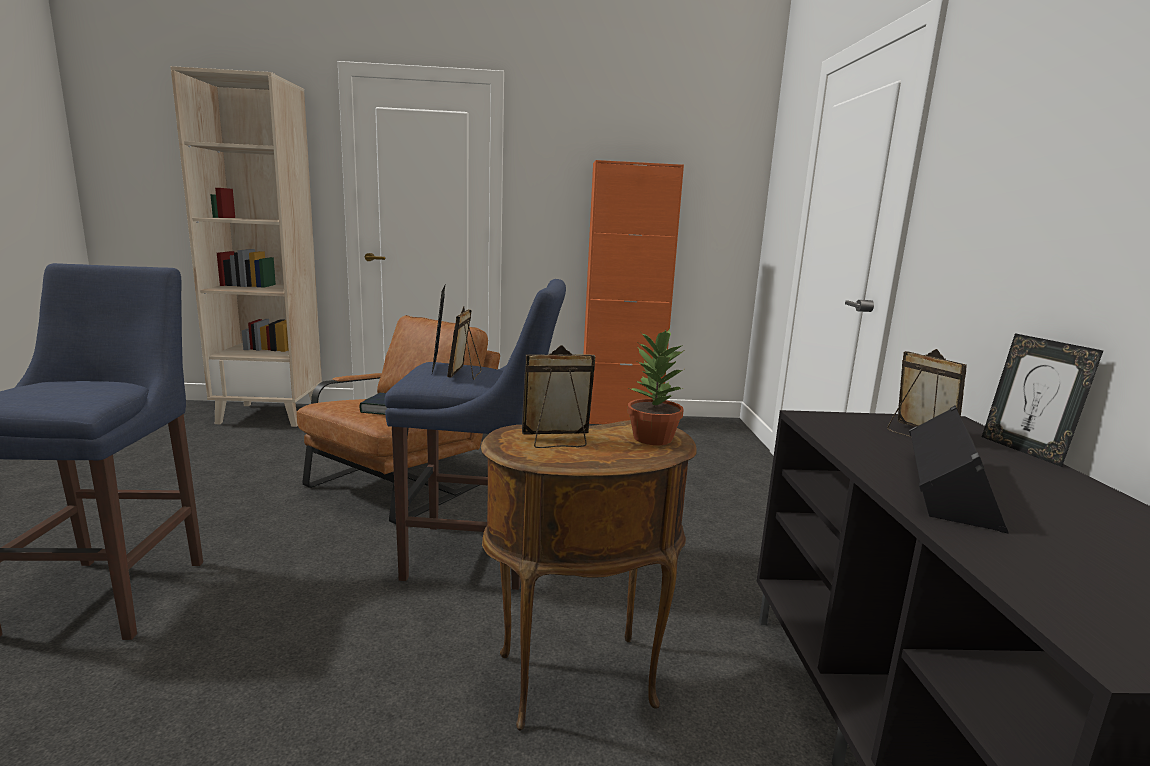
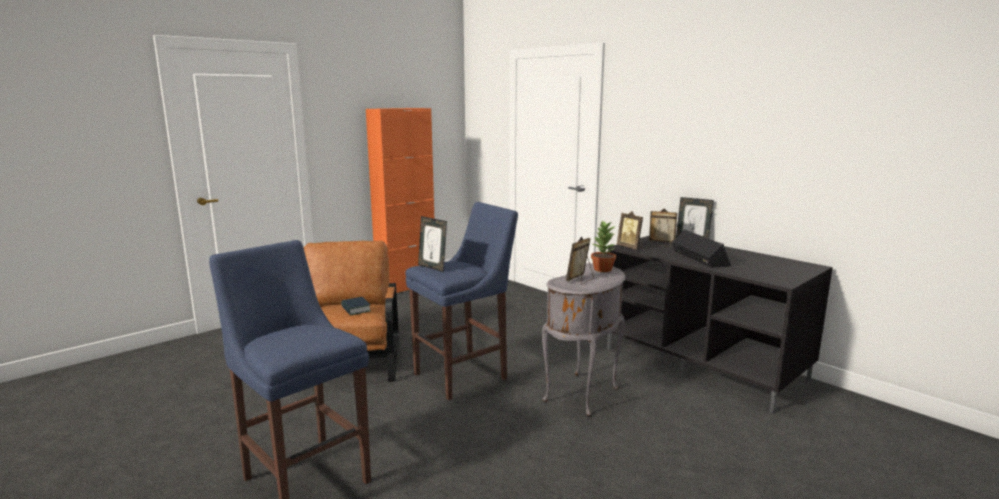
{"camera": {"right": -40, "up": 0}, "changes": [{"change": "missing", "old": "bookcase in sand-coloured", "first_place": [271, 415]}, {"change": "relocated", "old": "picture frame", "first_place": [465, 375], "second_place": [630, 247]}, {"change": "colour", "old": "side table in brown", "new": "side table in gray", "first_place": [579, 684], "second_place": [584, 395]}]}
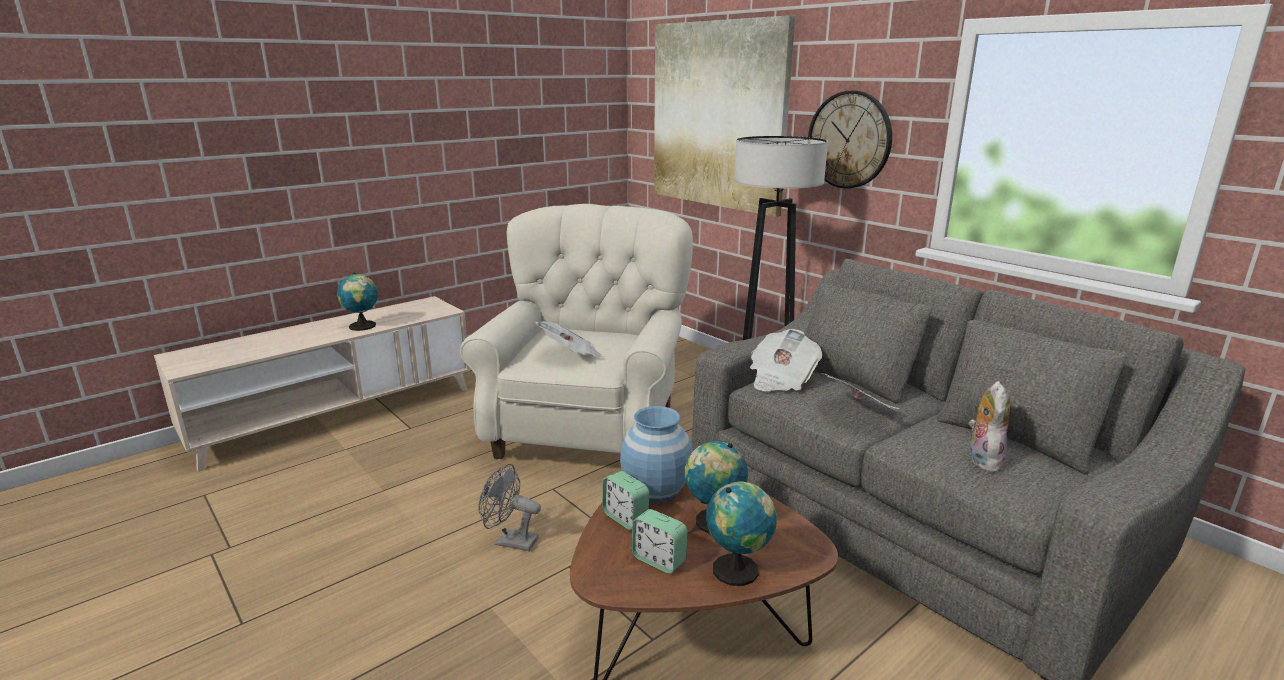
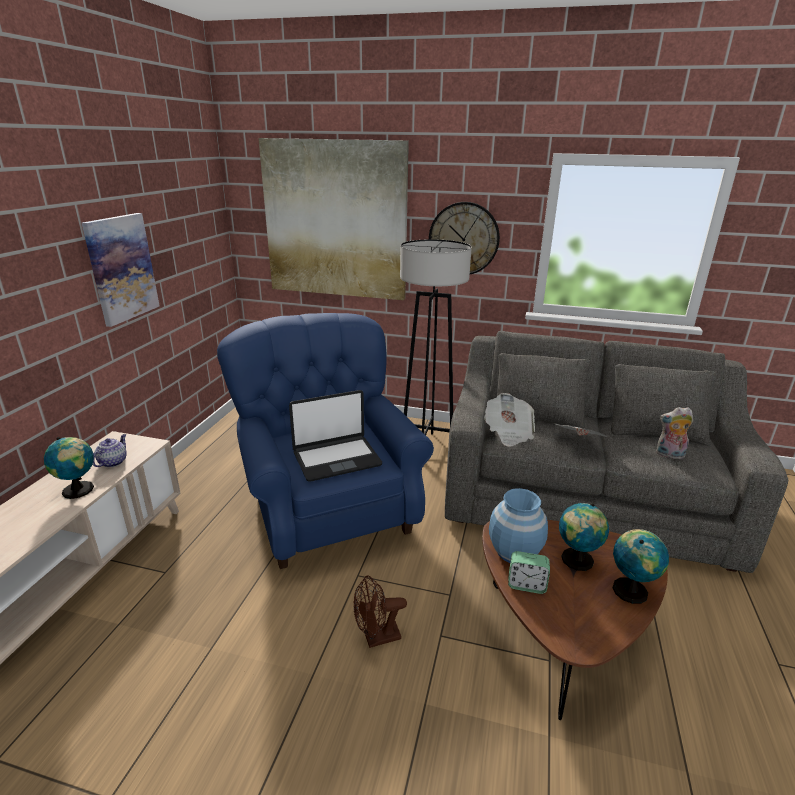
{"camera": {"right": -35, "up": 5}, "changes": [{"change": "missing", "old": "alarm clock", "first_place": [659, 560]}, {"change": "appeared", "new": "wall art", "second_place": [121, 268]}, {"change": "appeared", "new": "teapot", "second_place": [113, 462]}, {"change": "exchanged", "old": "printed paper", "new": "portable computer", "first_place": [571, 355], "second_place": [336, 458]}, {"change": "colour", "old": "lounge chair in sand-coloured", "new": "lounge chair in bluish", "first_place": [589, 428], "second_place": [327, 508]}, {"change": "colour", "old": "cooling fan in gray", "new": "cooling fan in brown", "first_place": [510, 541], "second_place": [376, 638]}, {"change": "spun", "old": "plush toy", "first_place": [982, 460], "second_place": [669, 455], "degrees": -60}]}
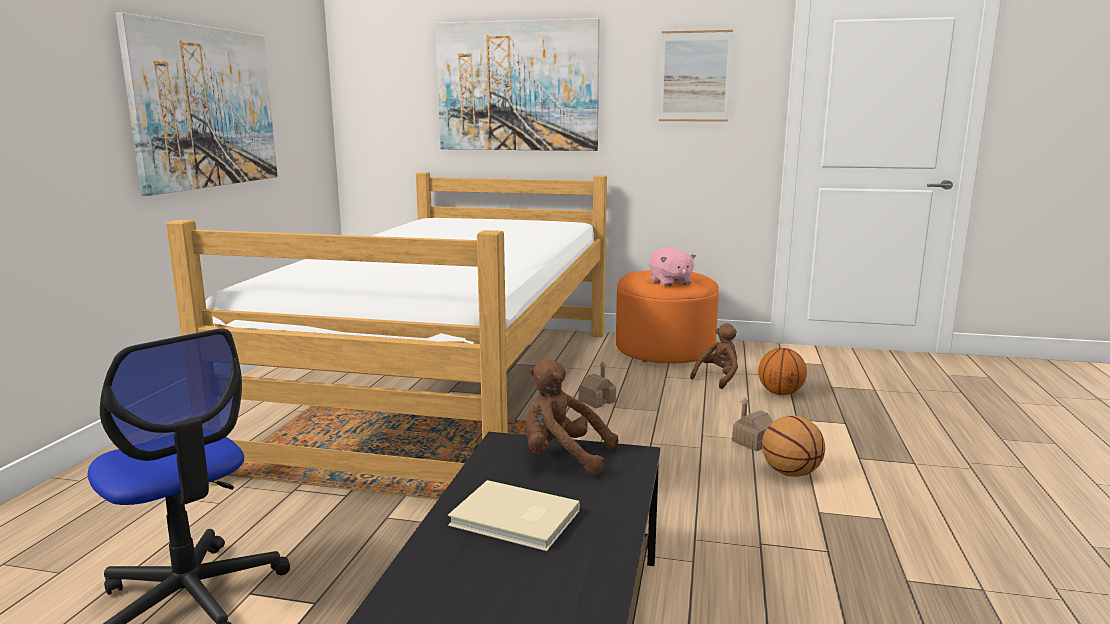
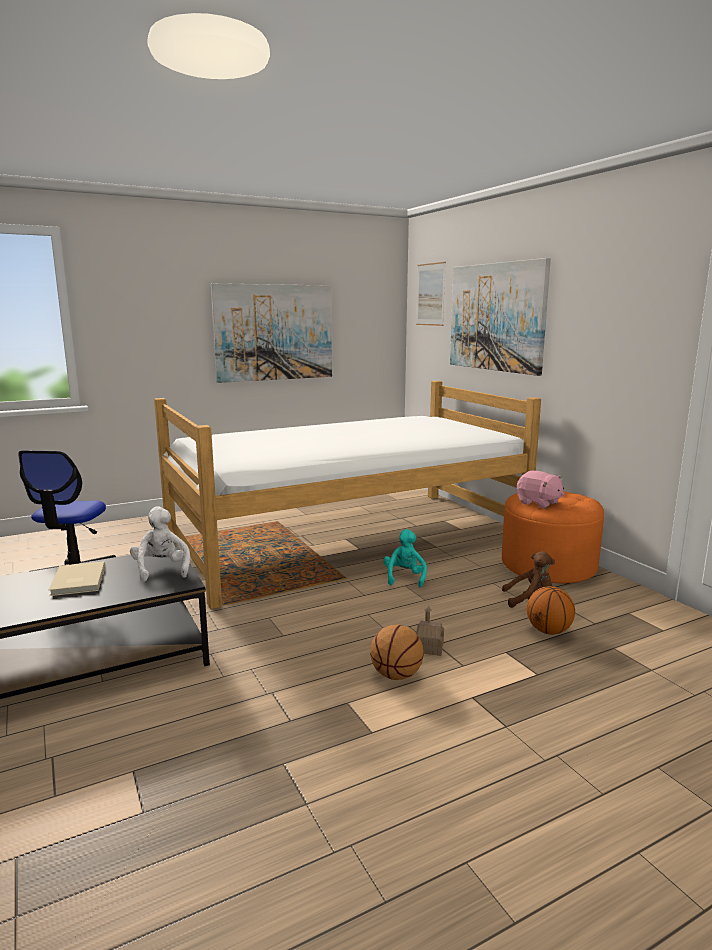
{"camera": {"right": 50, "up": 0}, "changes": [{"change": "relocated", "old": "wall art", "first_place": [694, 76], "second_place": [430, 294]}, {"change": "exchanged", "old": "model house", "new": "plush toy in blue-green", "first_place": [597, 401], "second_place": [404, 578]}, {"change": "colour", "old": "plush toy in brown", "new": "plush toy in white-coloured", "first_place": [563, 457], "second_place": [161, 569]}, {"change": "spun", "old": "plush toy in pink-coloured", "first_place": [670, 282], "second_place": [538, 503], "degrees": -75}]}
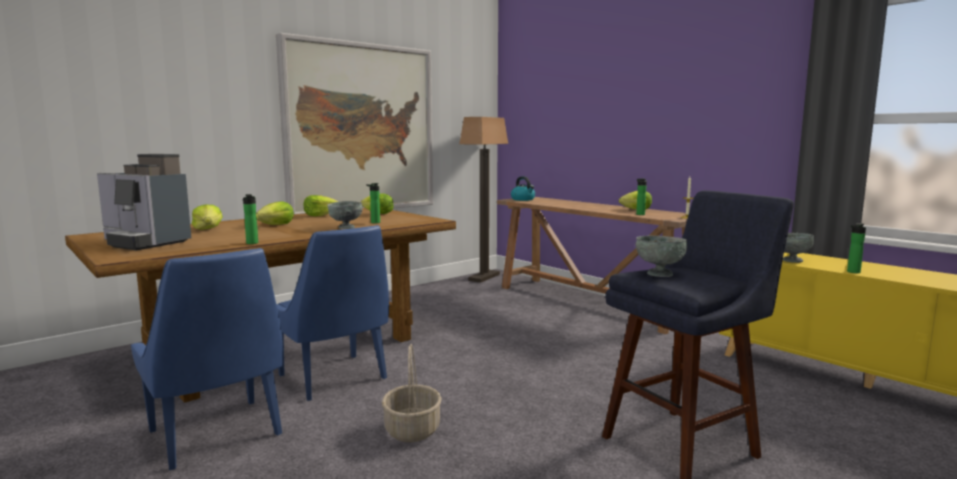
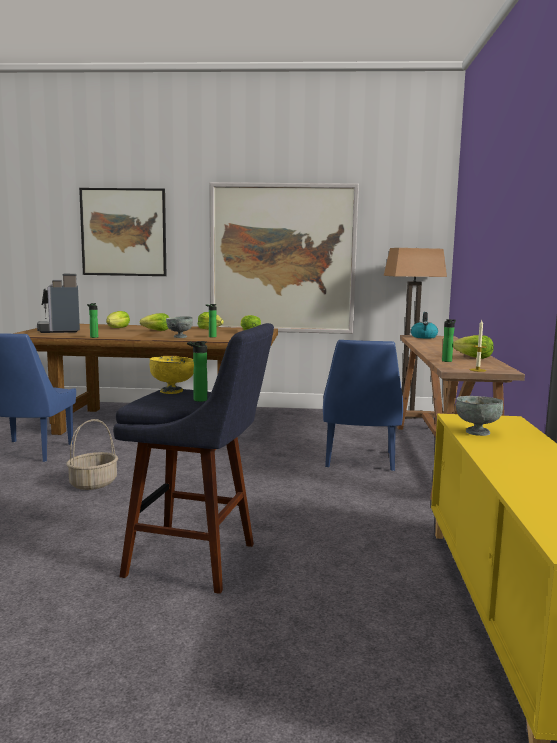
{"camera": {"right": 45, "up": 0}, "changes": [{"change": "appeared", "new": "wall art", "second_place": [124, 232]}, {"change": "relocated", "old": "upright chair in bluish", "first_place": [334, 378], "second_place": [359, 460]}, {"change": "relocated", "old": "bottle", "first_place": [852, 272], "second_place": [198, 400]}, {"change": "colour", "old": "deep dish in gray", "new": "deep dish in yellow-coloured", "first_place": [659, 274], "second_place": [172, 391]}]}
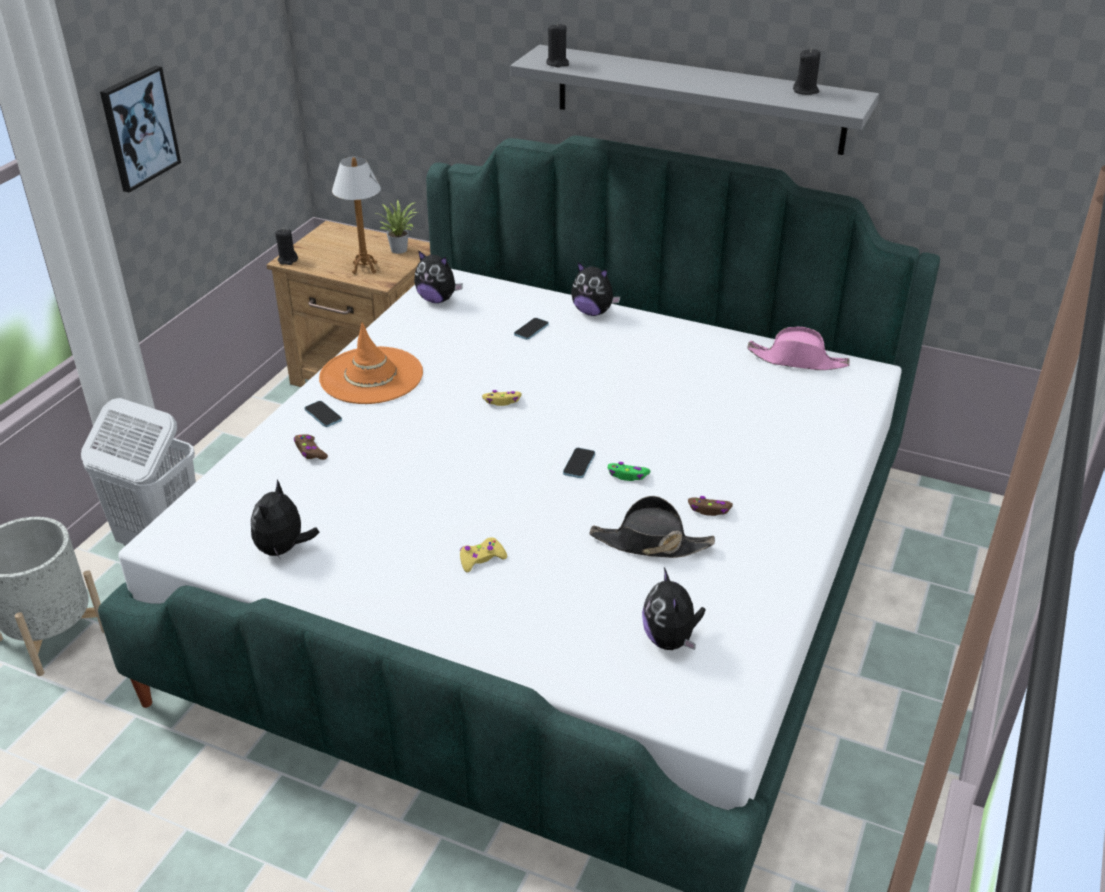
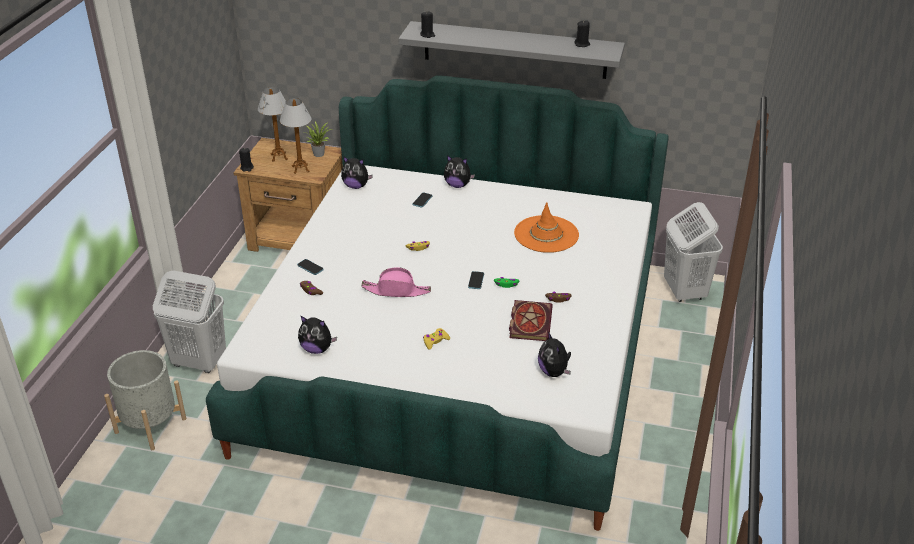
{"camera": {"right": -10, "up": 0}, "changes": [{"change": "missing", "old": "wall art", "first_place": [139, 128]}, {"change": "appeared", "new": "tabletop lamp", "second_place": [279, 157]}, {"change": "appeared", "new": "laundry basket in white-coloured", "second_place": [684, 291]}, {"change": "relocated", "old": "hat in orange", "first_place": [371, 376], "second_place": [546, 234]}, {"change": "relocated", "old": "hat in pink-coloured", "first_place": [797, 360], "second_place": [396, 291]}, {"change": "exchanged", "old": "hat in black", "new": "book", "first_place": [650, 543], "second_place": [529, 322]}, {"change": "spun", "old": "plush toy", "first_place": [283, 549], "second_place": [317, 349], "degrees": -75}]}
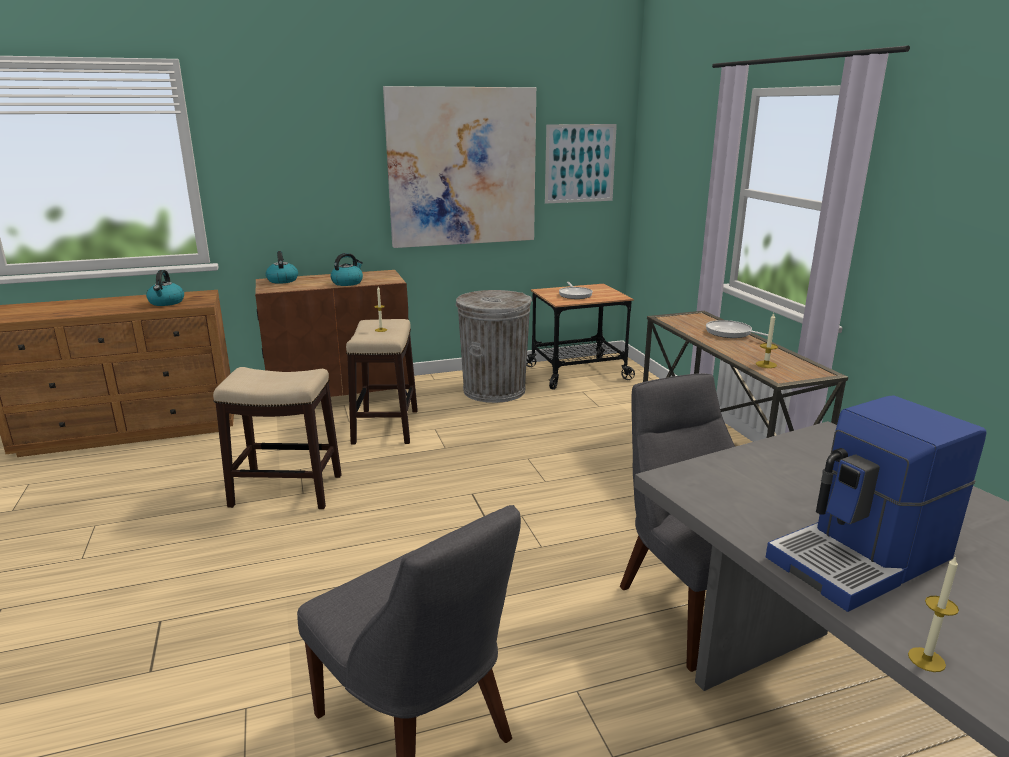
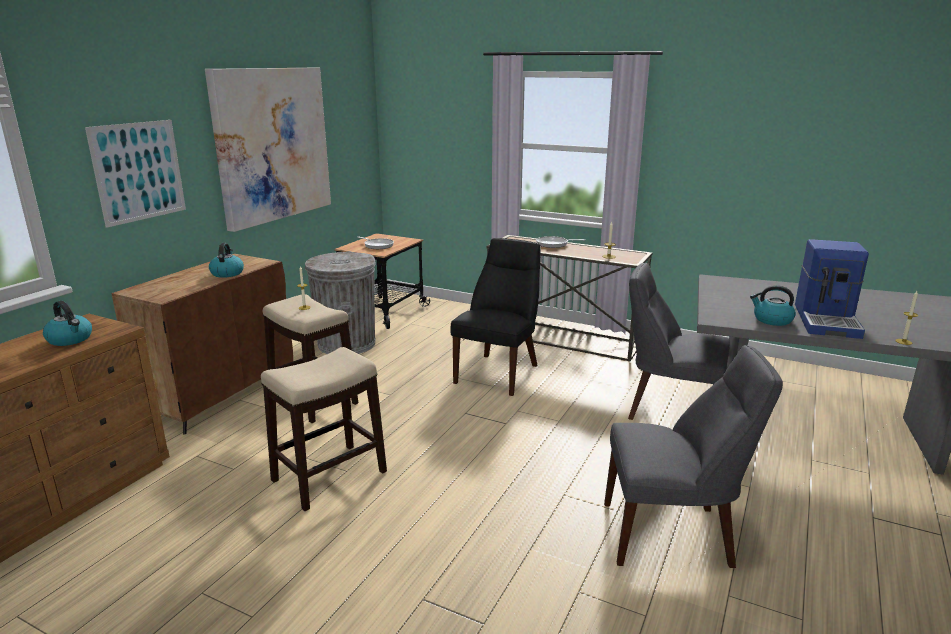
{"camera": {"right": -45, "up": 0}, "changes": [{"change": "appeared", "new": "upright chair in black", "second_place": [499, 372]}, {"change": "relocated", "old": "tea kettle", "first_place": [282, 280], "second_place": [772, 320]}, {"change": "relocated", "old": "wall art", "first_place": [580, 163], "second_place": [139, 171]}]}
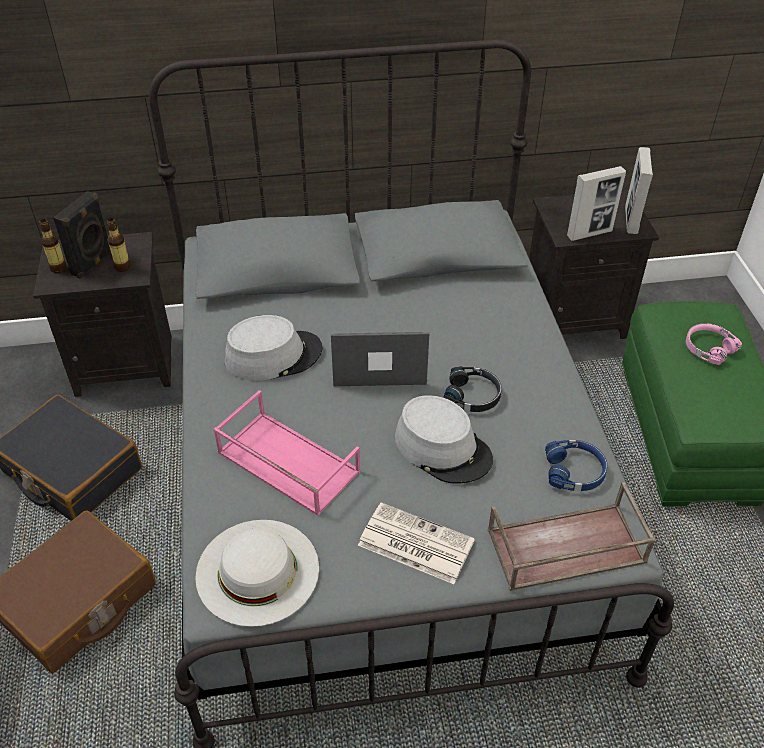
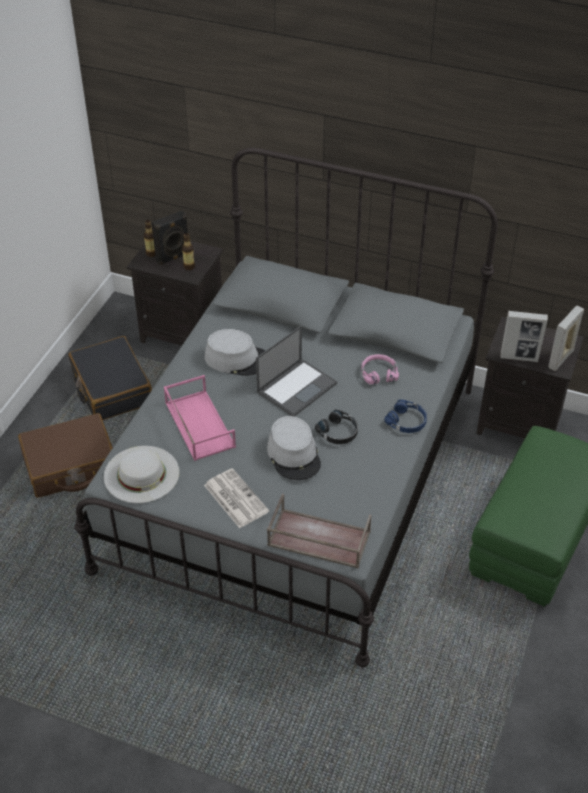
{"camera": {"right": 30, "up": 0}, "changes": [{"change": "relocated", "old": "headset in bluish", "first_place": [575, 471], "second_place": [407, 421]}, {"change": "relocated", "old": "headset in pink-coloured", "first_place": [708, 348], "second_place": [378, 373]}, {"change": "spun", "old": "portable computer", "first_place": [377, 360], "second_place": [297, 387], "degrees": 105}]}
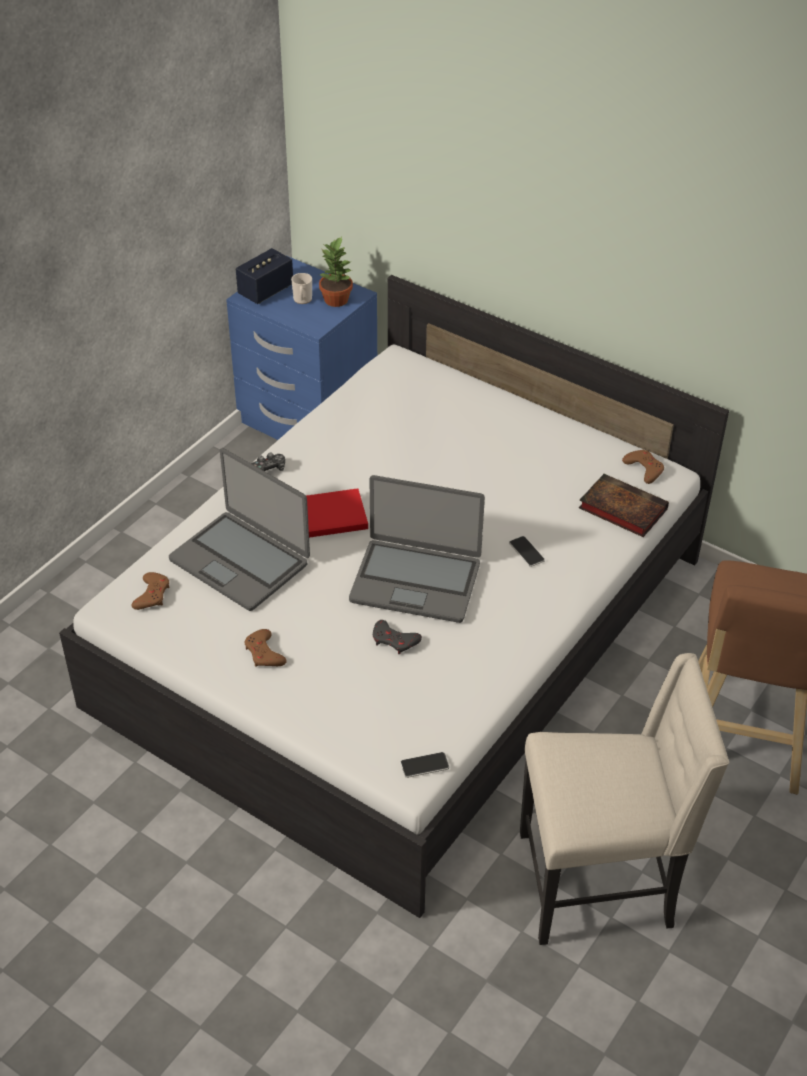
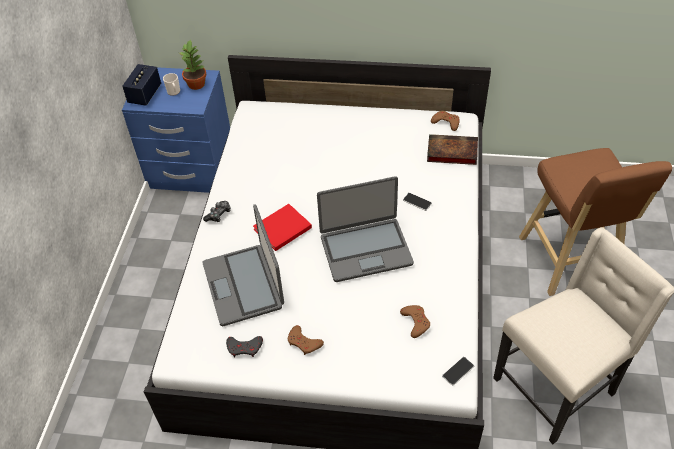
{"camera": {"right": -25, "up": 5}, "changes": [{"change": "relocated", "old": "gamepad in brown", "first_place": [152, 594], "second_place": [415, 322]}, {"change": "relocated", "old": "gamepad in gray", "first_place": [394, 640], "second_place": [244, 348]}, {"change": "spun", "old": "portable computer", "first_place": [240, 561], "second_place": [244, 285], "degrees": 60}]}
